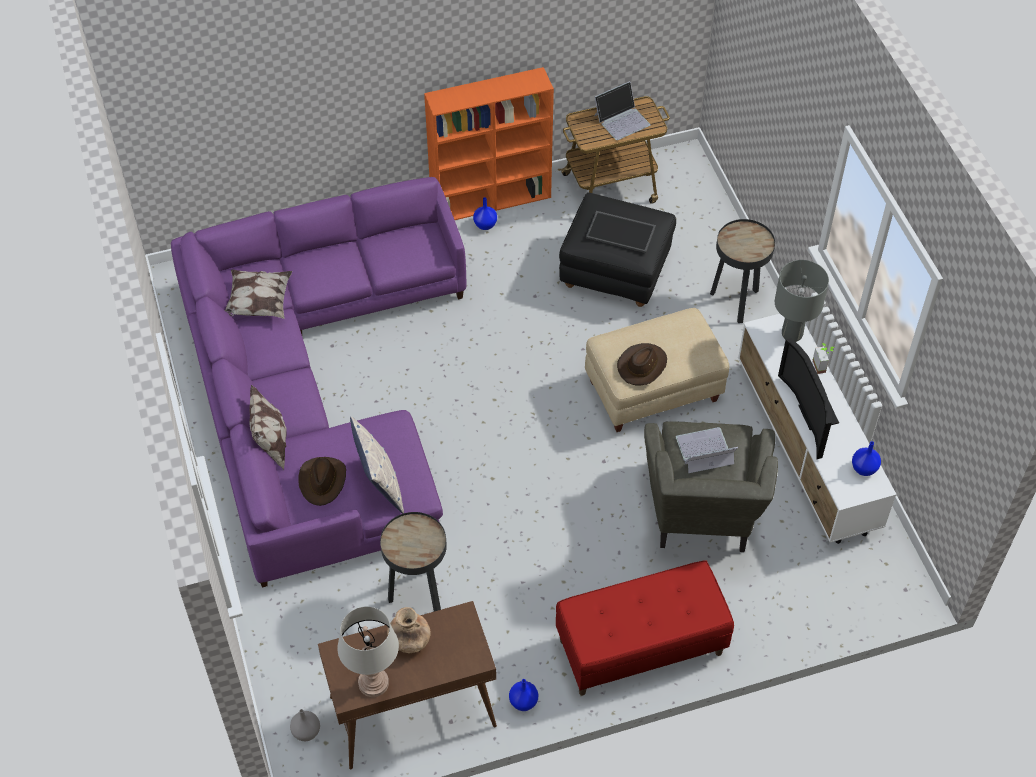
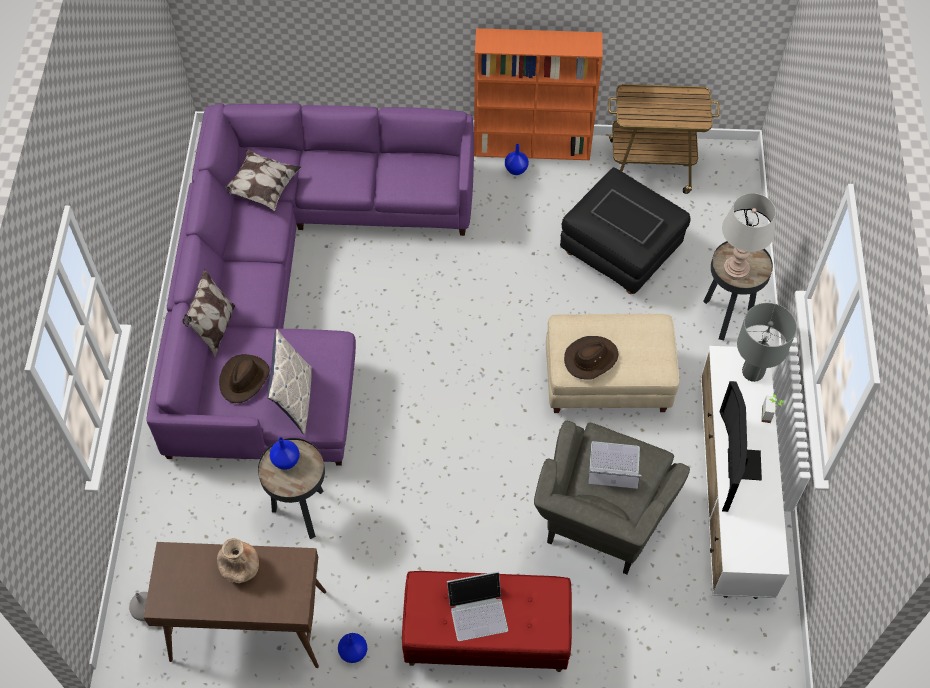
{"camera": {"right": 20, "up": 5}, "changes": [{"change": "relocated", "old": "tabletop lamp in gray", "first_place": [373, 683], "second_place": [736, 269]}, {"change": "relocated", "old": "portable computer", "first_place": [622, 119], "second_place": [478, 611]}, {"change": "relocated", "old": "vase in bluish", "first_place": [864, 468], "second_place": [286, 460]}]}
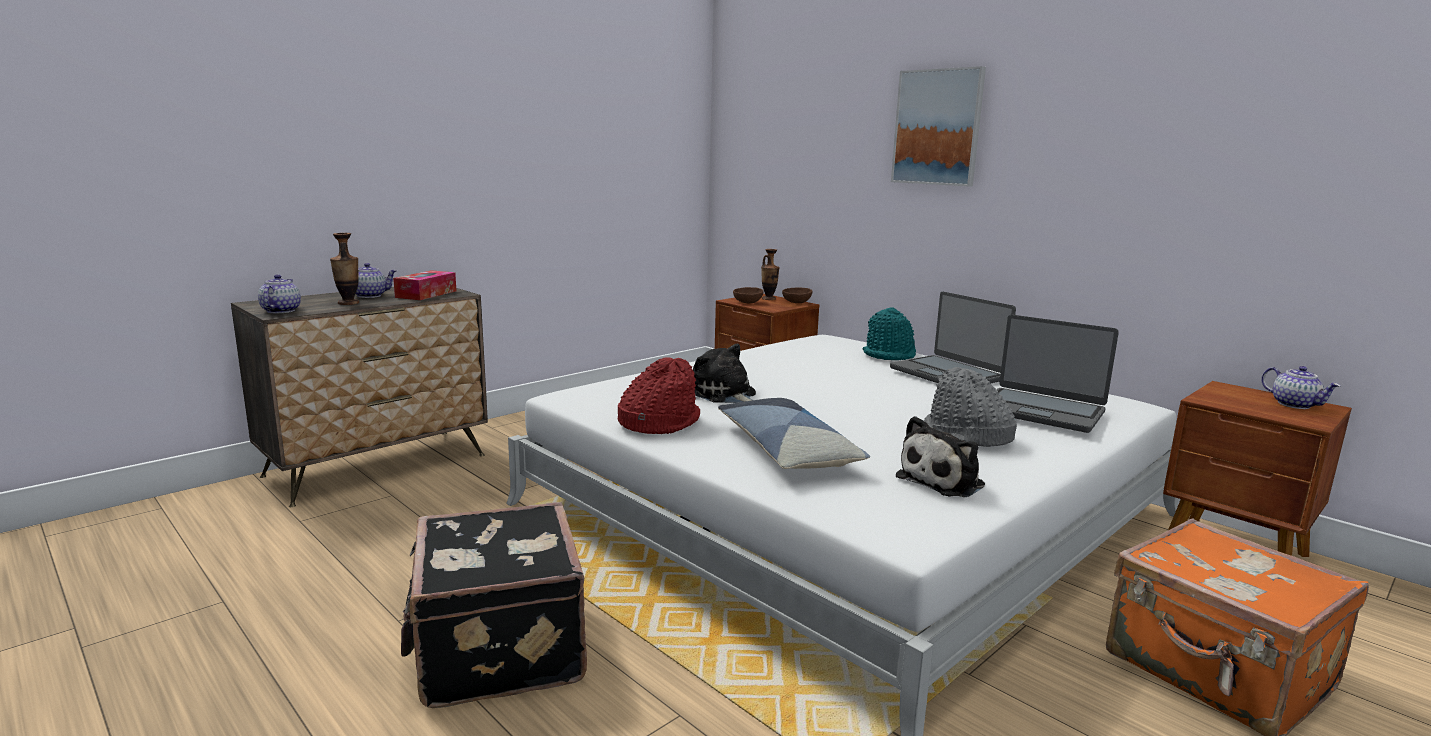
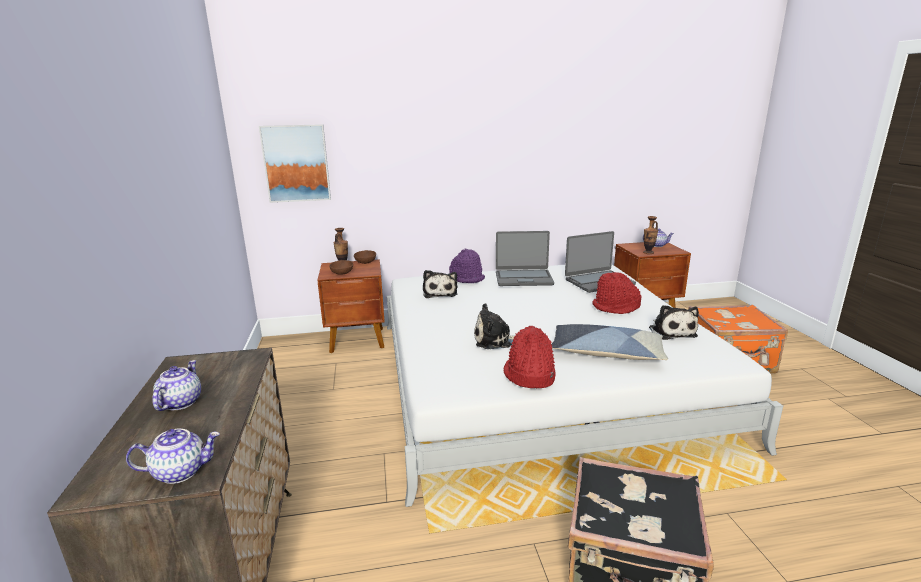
{"camera": {"right": -55, "up": 5}, "changes": [{"change": "missing", "old": "tissue holder", "first_place": [426, 294]}, {"change": "appeared", "new": "plush toy", "second_place": [440, 293]}, {"change": "relocated", "old": "vase", "first_place": [348, 303], "second_place": [648, 253]}, {"change": "relocated", "old": "wall art", "first_place": [937, 127], "second_place": [296, 163]}, {"change": "colour", "old": "hat in blue-green", "new": "hat in purple-coloured", "first_place": [889, 355], "second_place": [467, 278]}, {"change": "colour", "old": "hat in gray", "new": "hat in reddish", "first_place": [966, 436], "second_place": [616, 307]}, {"change": "spun", "old": "teapot", "first_place": [280, 311], "second_place": [181, 471], "degrees": 135}]}
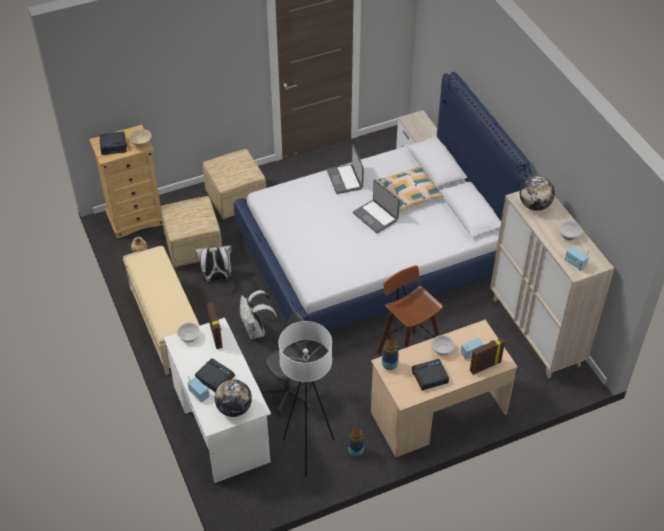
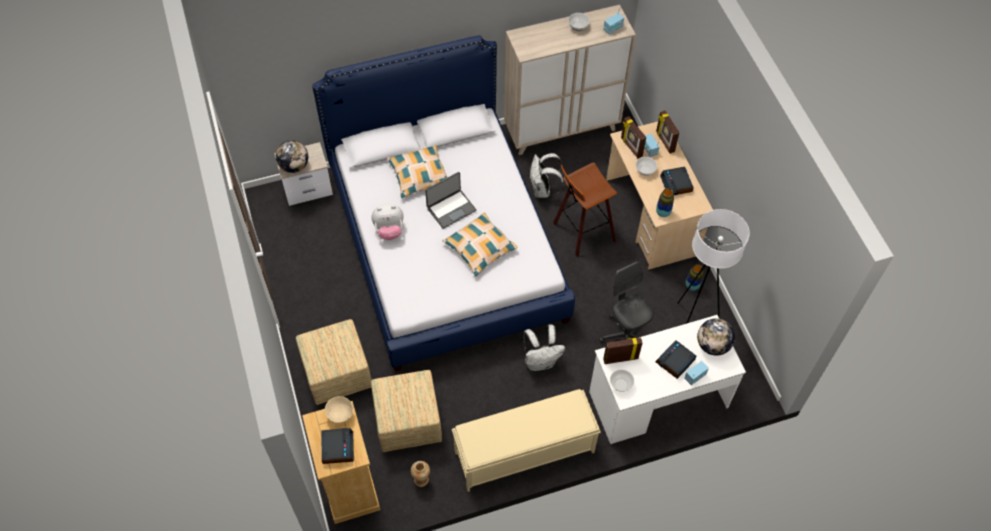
{"camera": {"right": -85, "up": 10}, "changes": [{"change": "appeared", "new": "pillow", "second_place": [480, 248]}, {"change": "appeared", "new": "picture frame", "second_place": [631, 147]}, {"change": "relocated", "old": "backpack in white-coloured", "first_place": [216, 277], "second_place": [543, 190]}, {"change": "relocated", "old": "desk globe", "first_place": [534, 205], "second_place": [294, 166]}, {"change": "exchanged", "old": "portable computer", "new": "plush toy", "first_place": [345, 179], "second_place": [389, 230]}]}
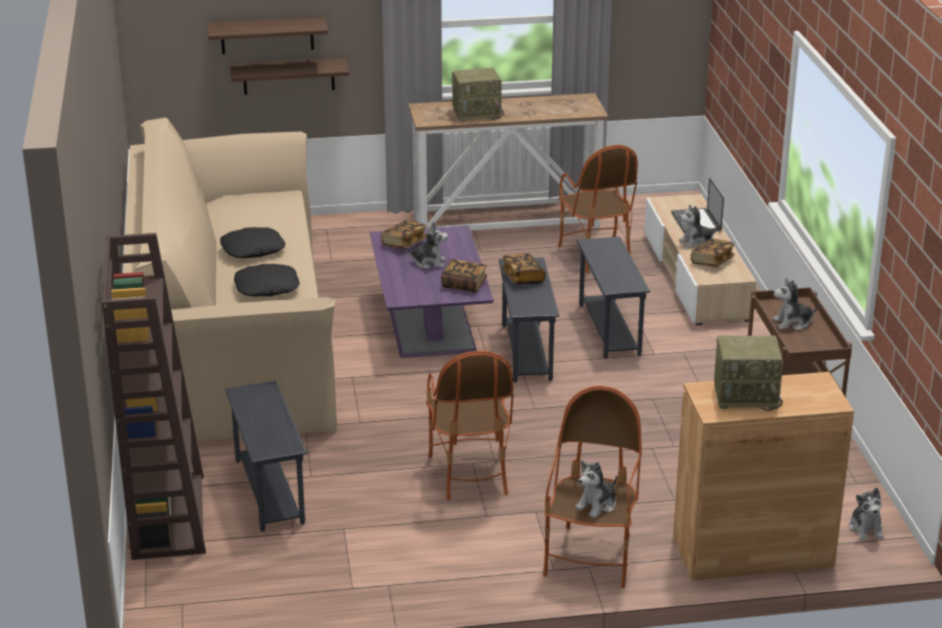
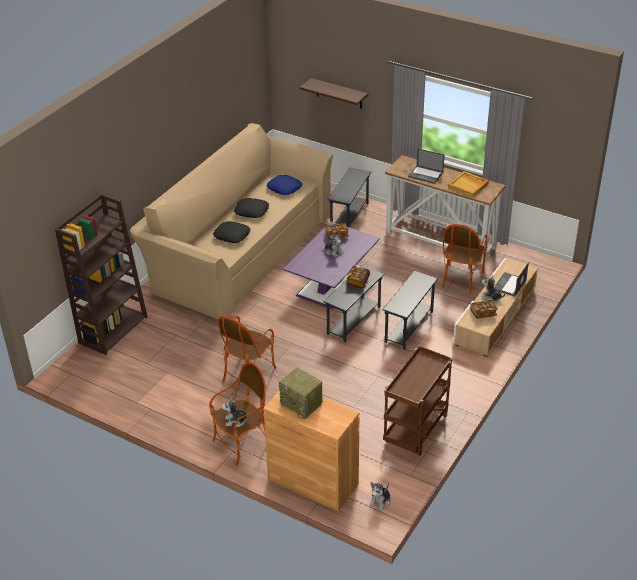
{"camera": {"right": 40, "up": 10}, "changes": [{"change": "missing", "old": "bracket shelf", "first_place": [288, 76]}, {"change": "missing", "old": "book", "first_place": [464, 284]}, {"change": "missing", "old": "plush toy", "first_place": [792, 323]}, {"change": "appeared", "new": "pillow in bluish", "second_place": [284, 188]}, {"change": "appeared", "new": "serving tray in sand-coloured", "second_place": [468, 185]}, {"change": "relocated", "old": "side table in gray", "first_place": [268, 492], "second_place": [349, 216]}, {"change": "exchanged", "old": "radio", "new": "portable computer", "first_place": [477, 113], "second_place": [426, 175]}]}
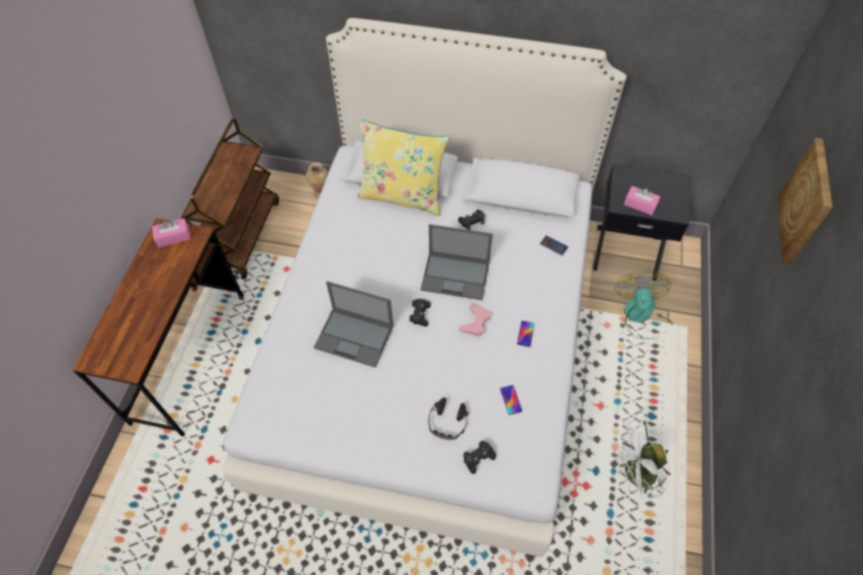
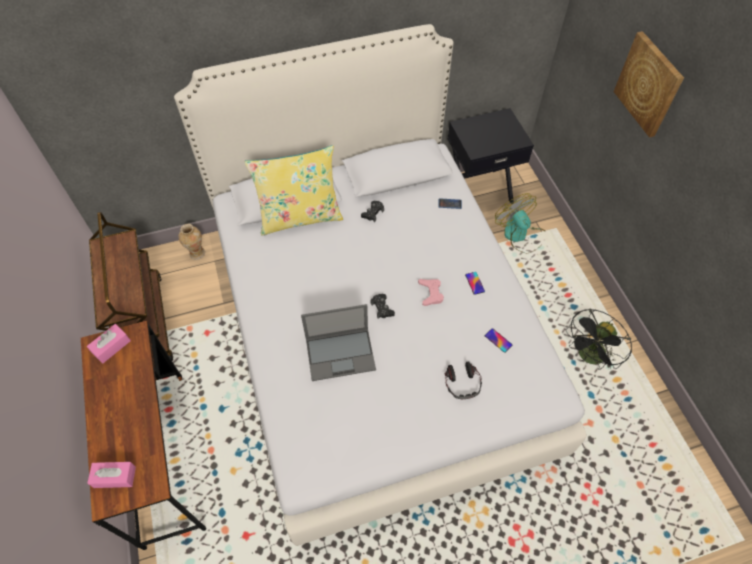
{"camera": {"right": -30, "up": 0}, "changes": [{"change": "missing", "old": "portable computer", "first_place": [456, 276]}, {"change": "missing", "old": "gamepad in black", "first_place": [478, 458]}, {"change": "relocated", "old": "tissue holder in pink-coloured", "first_place": [640, 204], "second_place": [115, 477]}, {"change": "colour", "old": "cooling fan in white-coloured", "new": "cooling fan in black", "first_place": [634, 475], "second_place": [589, 357]}]}
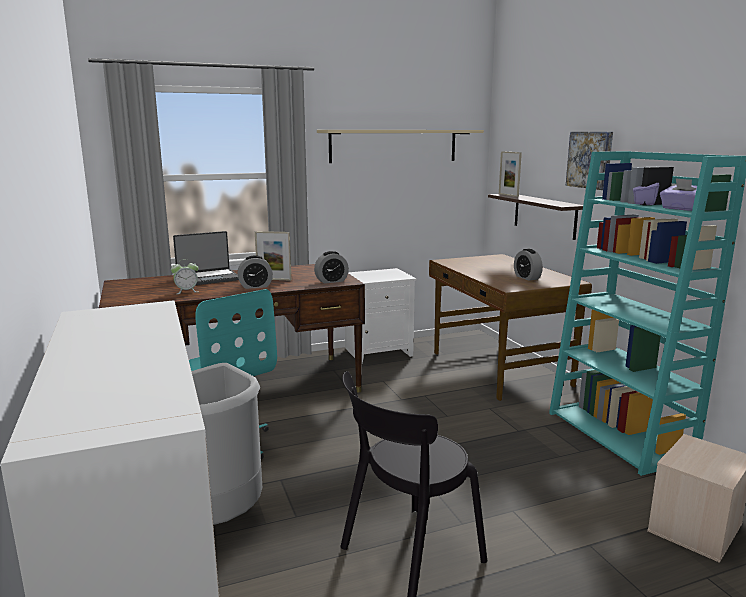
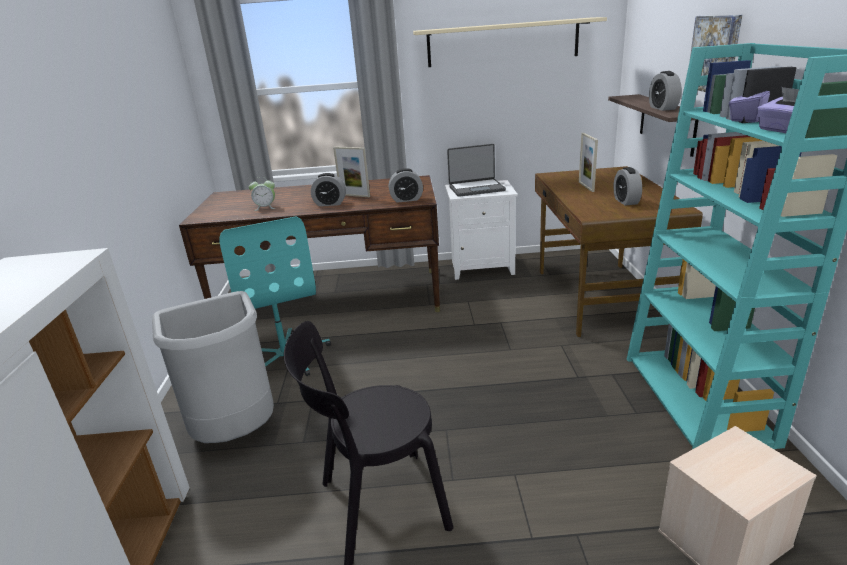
{"camera": {"right": 20, "up": 10}, "changes": [{"change": "appeared", "new": "alarm clock", "second_place": [662, 108]}, {"change": "relocated", "old": "portable computer", "first_place": [208, 278], "second_place": [476, 188]}, {"change": "relocated", "old": "picture frame", "first_place": [508, 195], "second_place": [586, 186]}]}
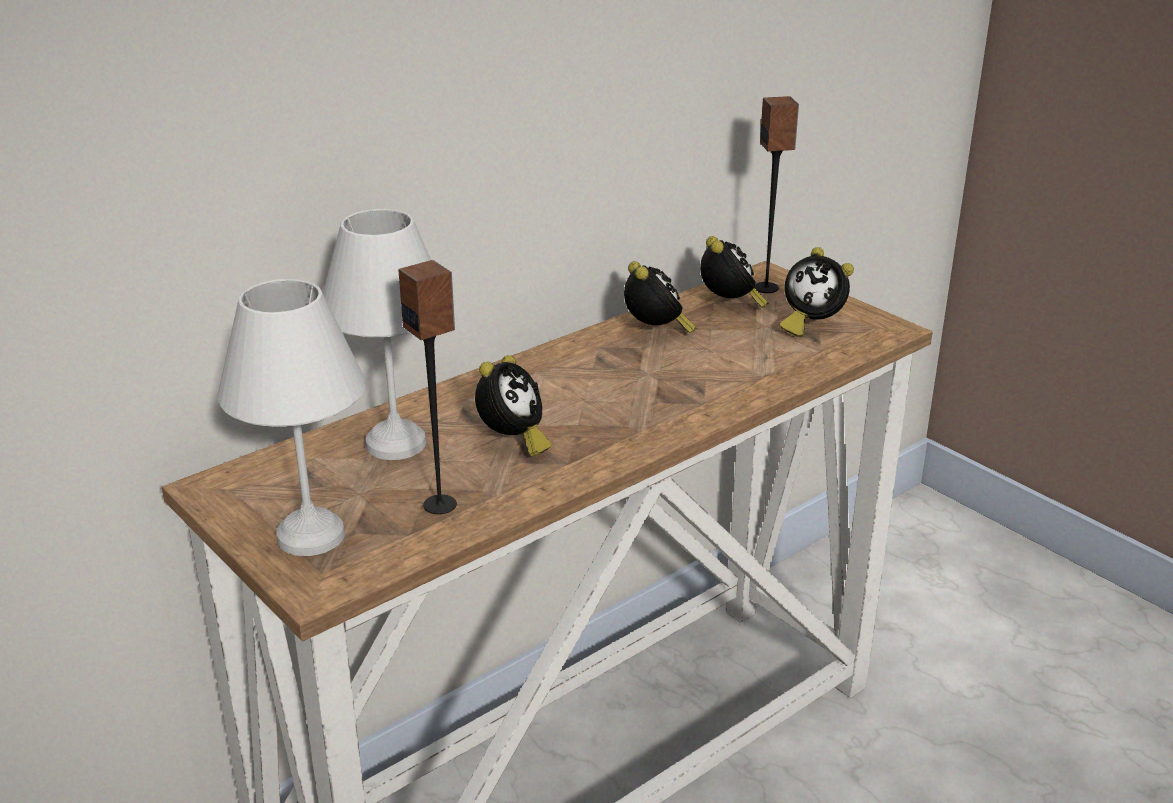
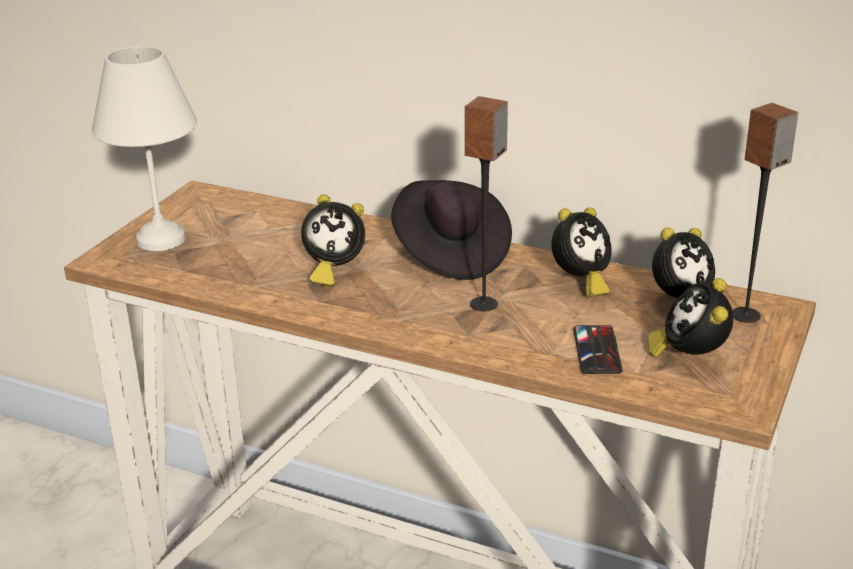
{"camera": {"right": 65, "up": 0}, "changes": [{"change": "missing", "old": "tabletop lamp in white-coloured", "first_place": [398, 443]}, {"change": "appeared", "new": "hat in black", "second_place": [450, 254]}, {"change": "appeared", "new": "handset", "second_place": [597, 350]}, {"change": "relocated", "old": "audio speaker", "first_place": [440, 504], "second_place": [484, 304]}]}
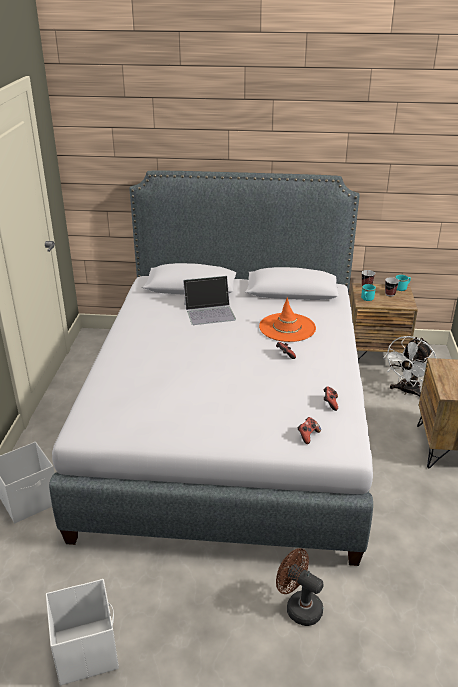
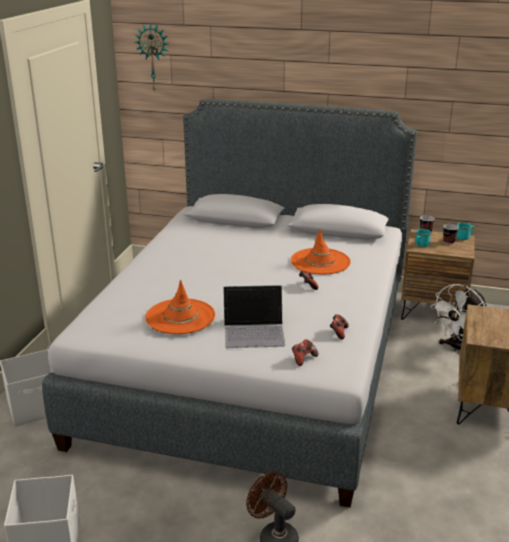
{"camera": {"right": 10, "up": -5}, "changes": [{"change": "appeared", "new": "wall clock", "second_place": [153, 57]}, {"change": "appeared", "new": "hat in orange", "second_place": [180, 316]}, {"change": "relocated", "old": "portable computer", "first_place": [210, 312], "second_place": [254, 331]}]}
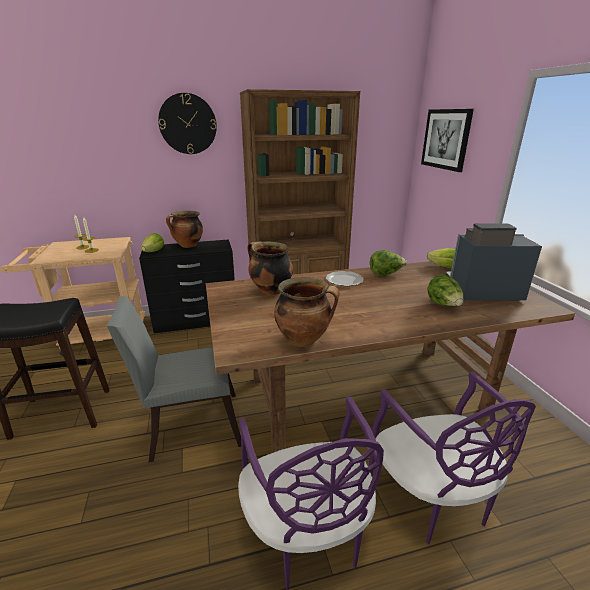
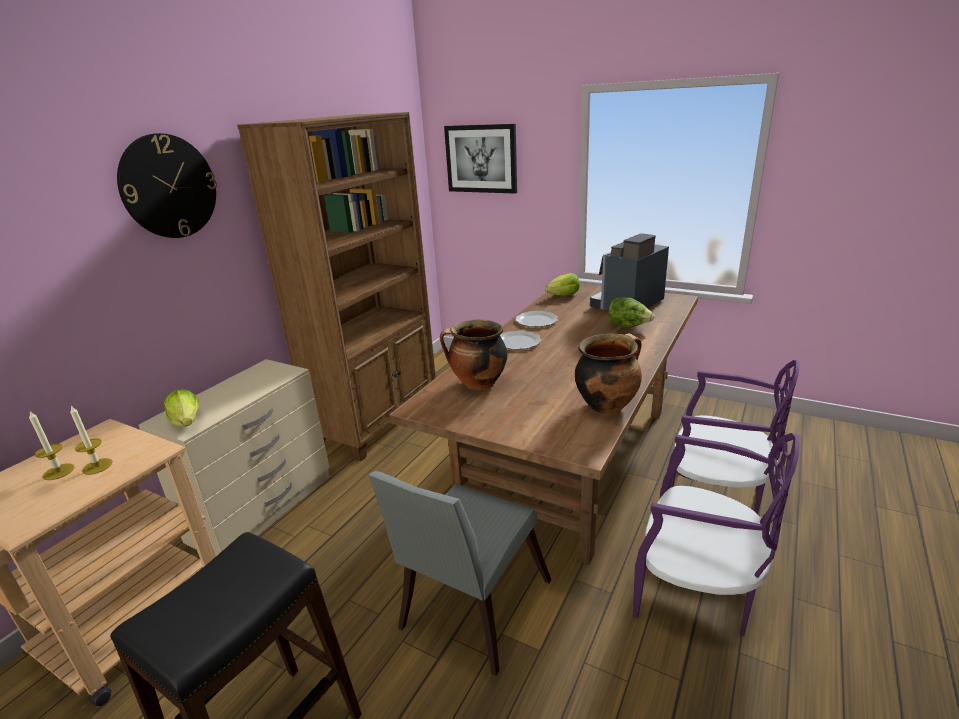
{"camera": {"right": -45, "up": 0}, "changes": [{"change": "missing", "old": "stockpot", "first_place": [188, 246]}, {"change": "exchanged", "old": "lettuce", "new": "plate", "first_place": [385, 274], "second_place": [535, 321]}, {"change": "colour", "old": "dresser in black", "new": "dresser in sand-coloured", "first_place": [196, 320], "second_place": [264, 507]}]}
